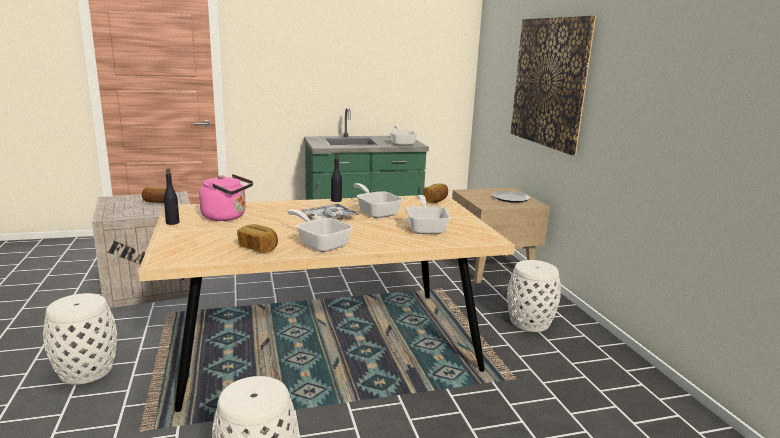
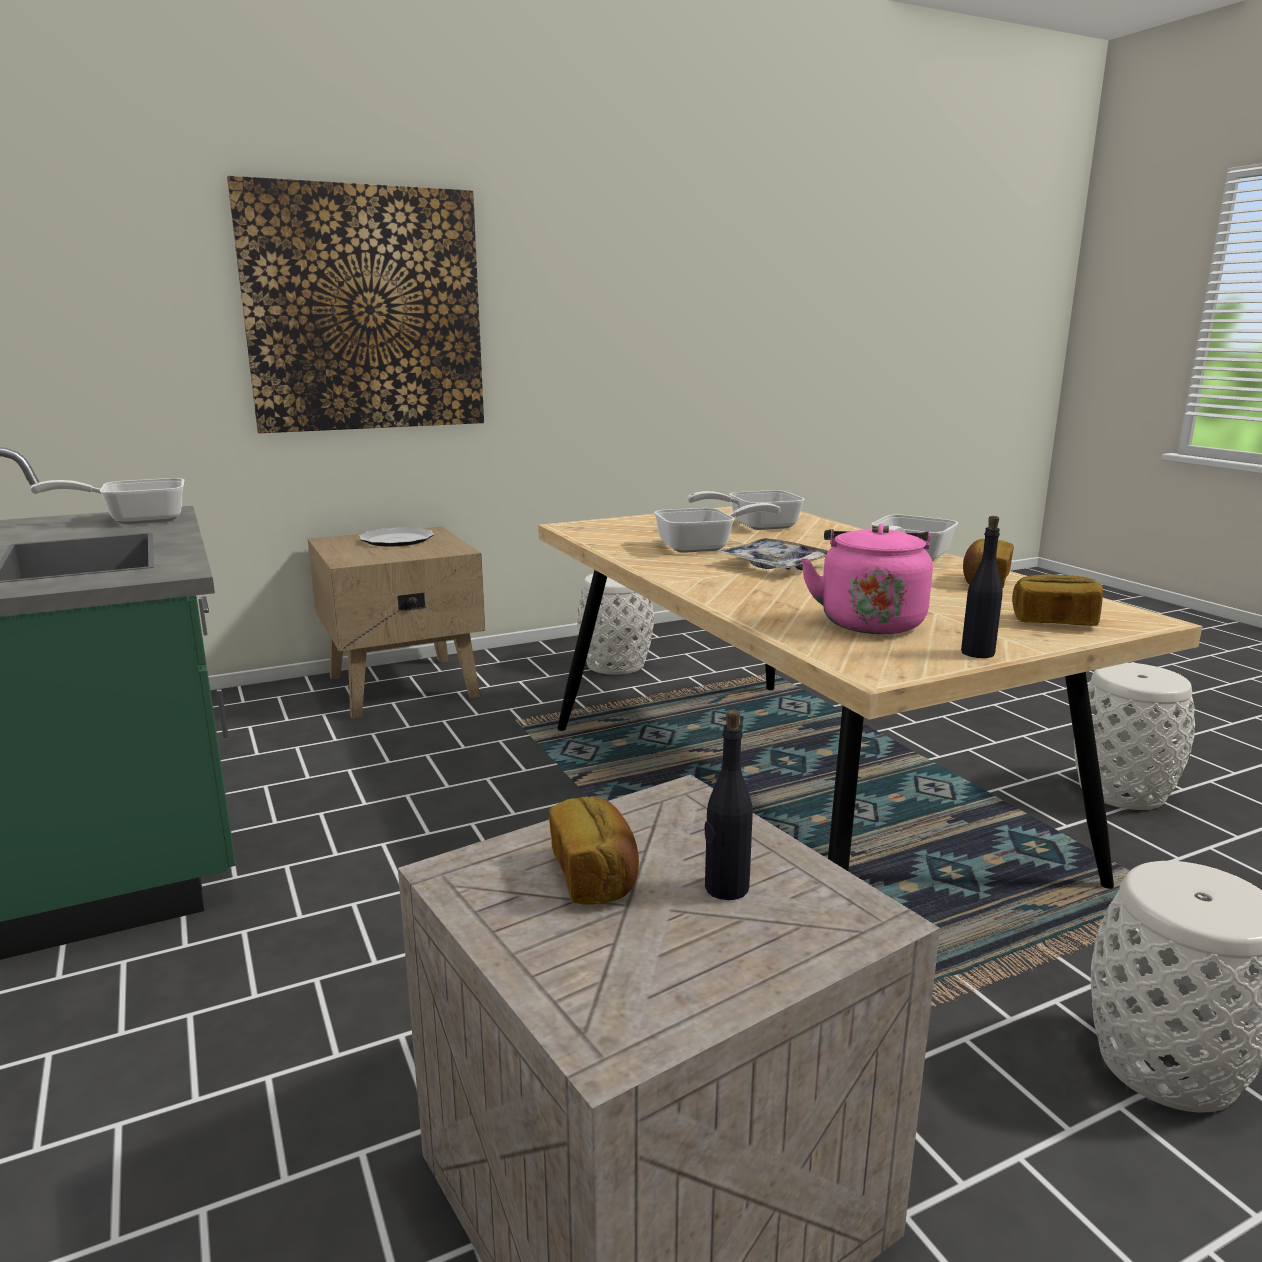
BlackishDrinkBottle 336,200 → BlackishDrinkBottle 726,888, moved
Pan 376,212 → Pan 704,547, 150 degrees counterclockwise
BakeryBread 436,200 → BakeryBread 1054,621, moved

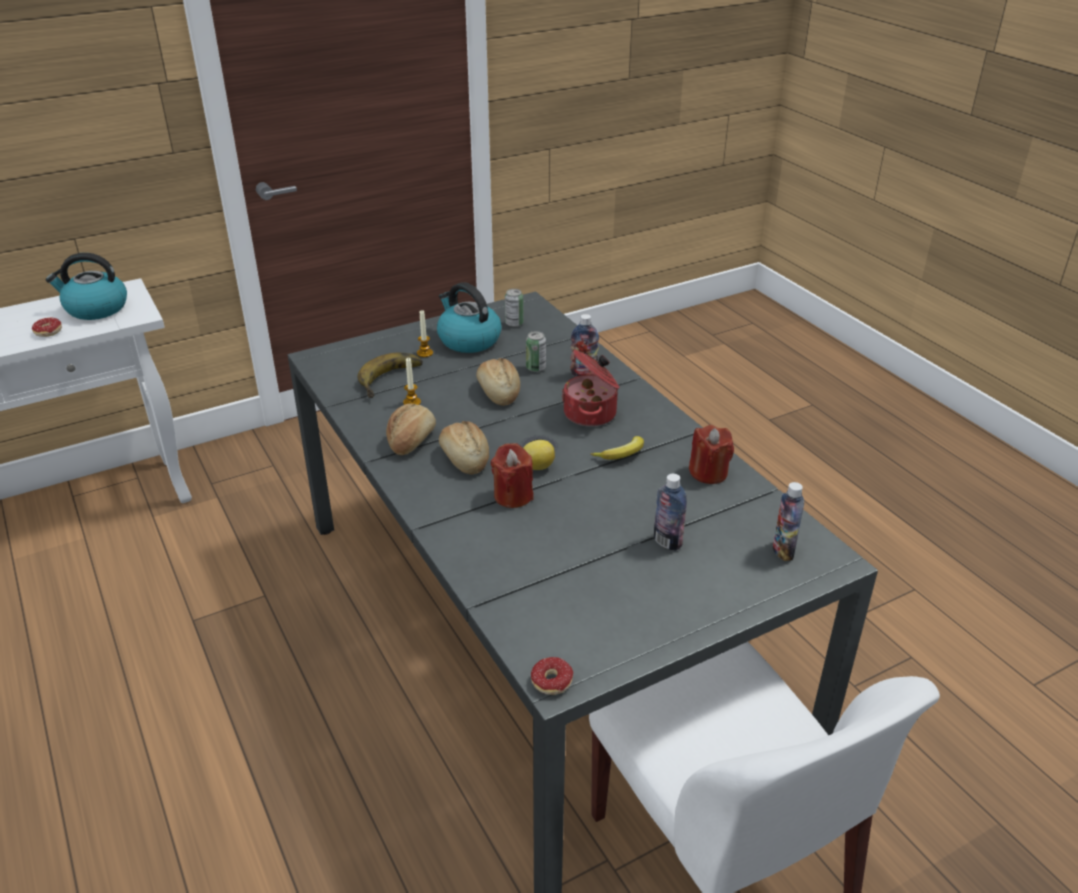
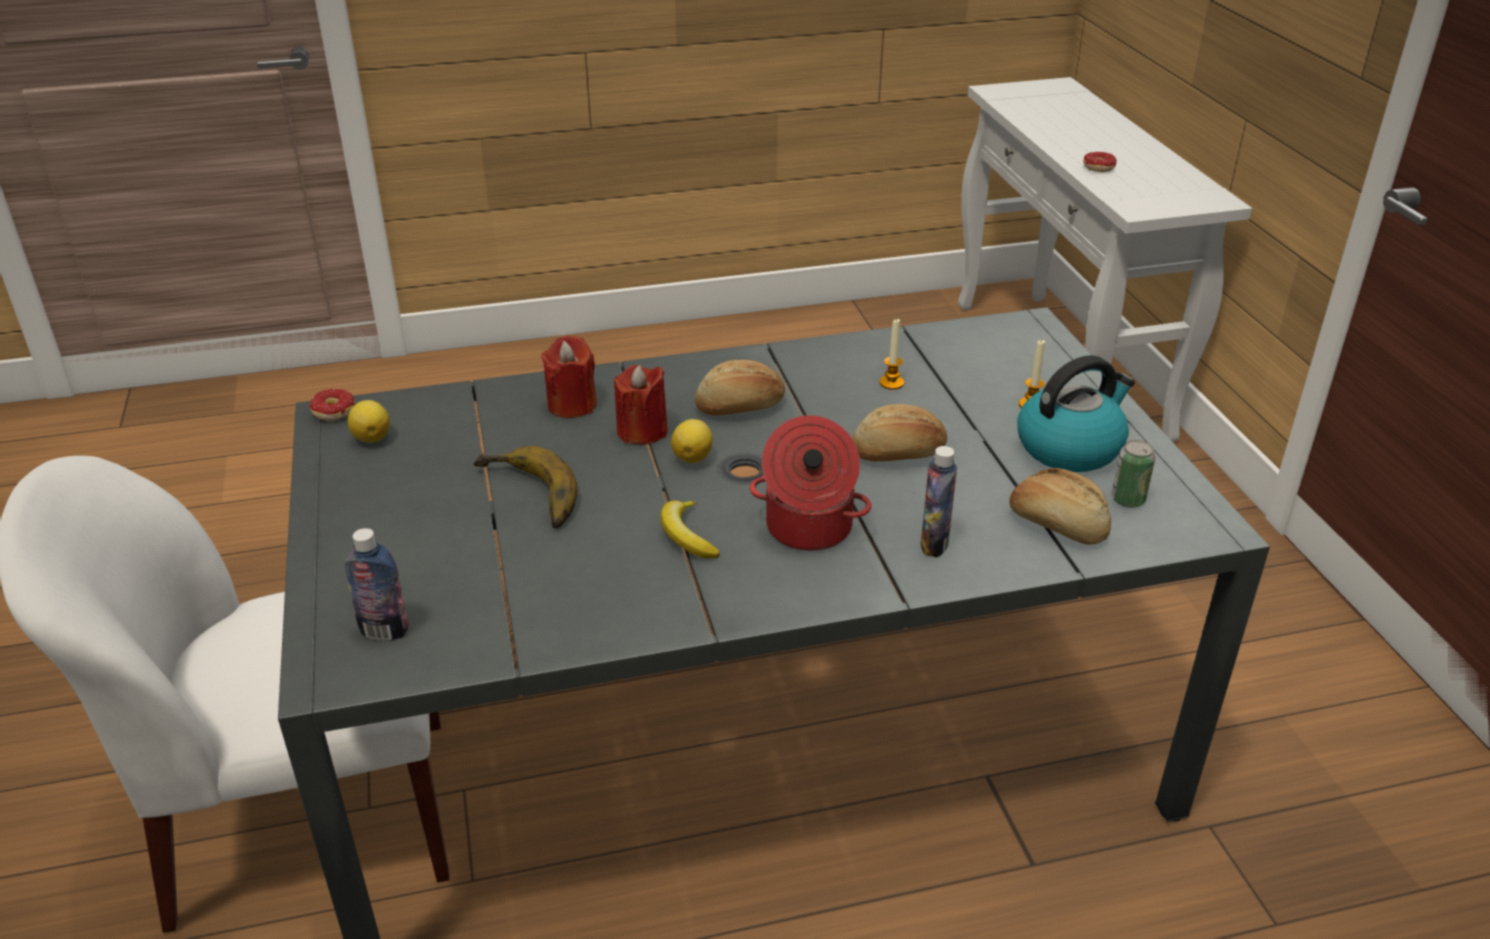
WaterKettle 95,309 → -
BananaFruit 394,380 → BananaFruit 525,497, moved
BakeryBread 411,440 → BakeryBread 1058,524, moved
MetalCan 536,368 → -
DrinkBottle 667,542 → -
RedWaxCandle 708,473 → RedWaxCandle 572,405, moved
- → WholeLemon 372,437

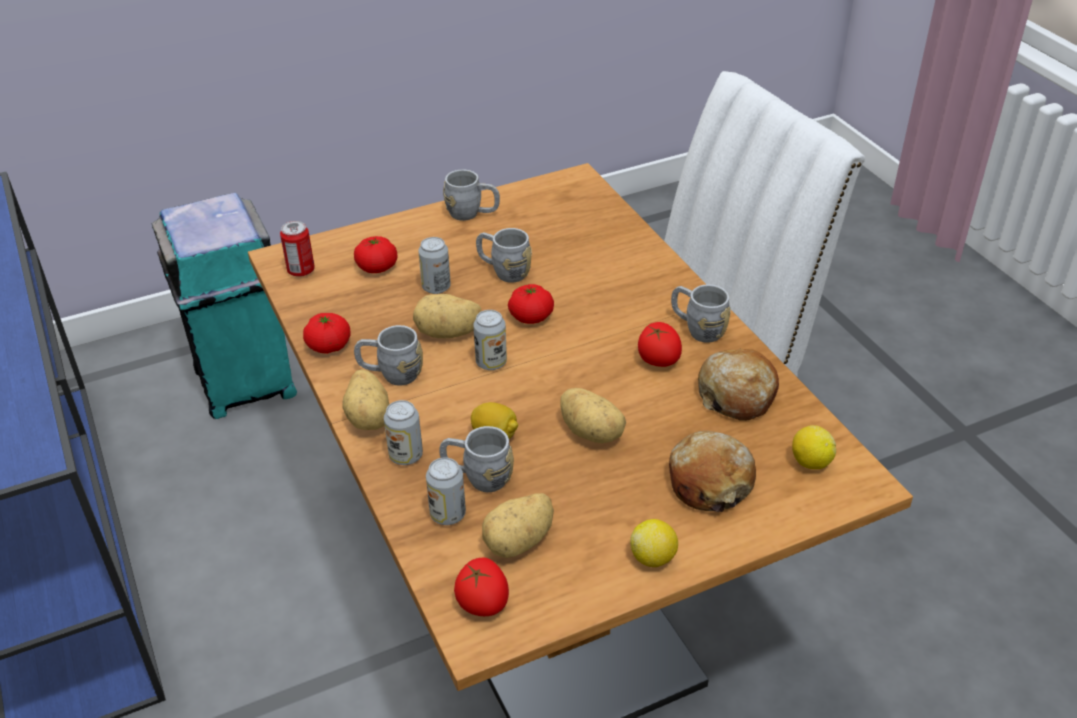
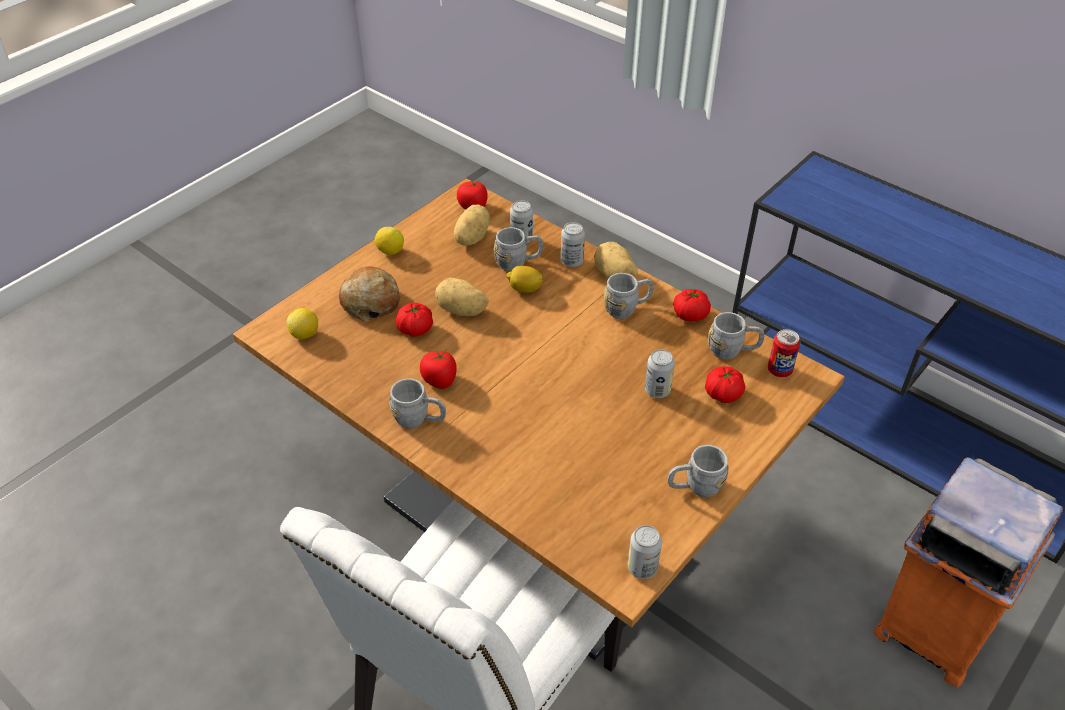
TurquoiseColouredRubbishBin 245,383 → OrangeColouredRubbishBin 932,628
Potato 448,333 → -
MetalCan 491,362 → MetalCan 642,567, moved
GrayCoffeeMug 503,271 → GrayCoffeeMug 733,351, moved
WholeTomato 531,317 → WholeTomato 415,329, moved
BakeryBread 737,394 → -

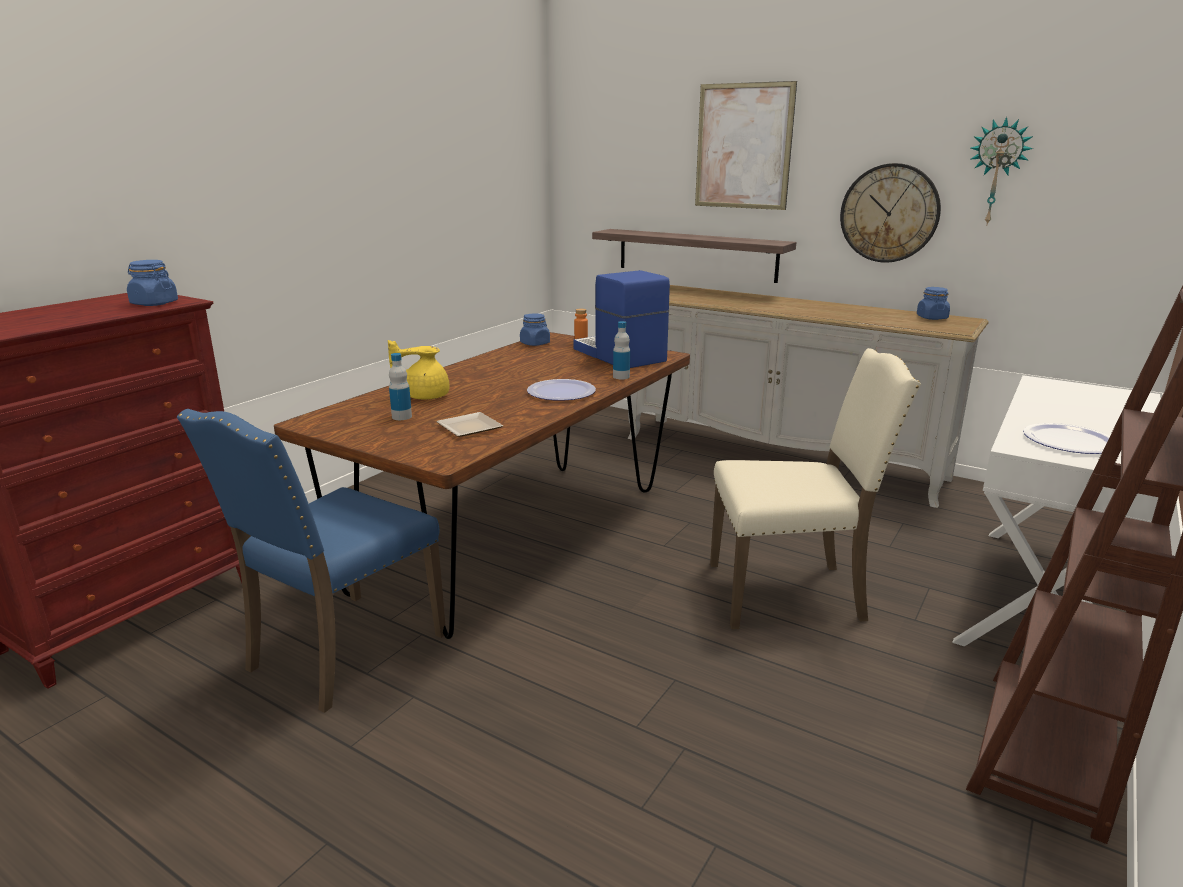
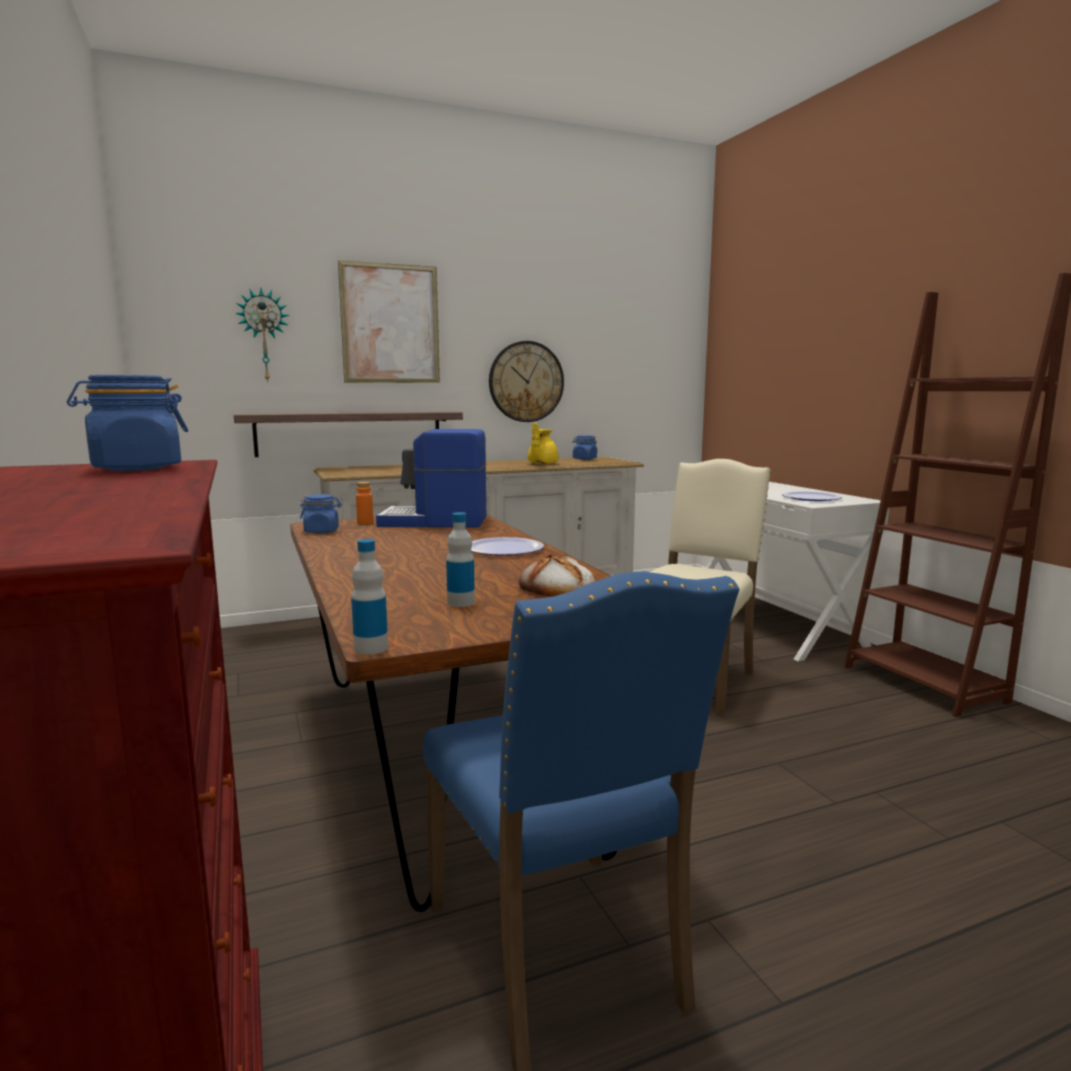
YellowPotForTea 424,396 → YellowPotForTea 541,464, moved
FlatDish 469,429 → BakeryBread 556,587
DrinkBottle 621,377 → DrinkBottle 371,648, moved
WallClock 997,172 → WallClock 264,335, moved

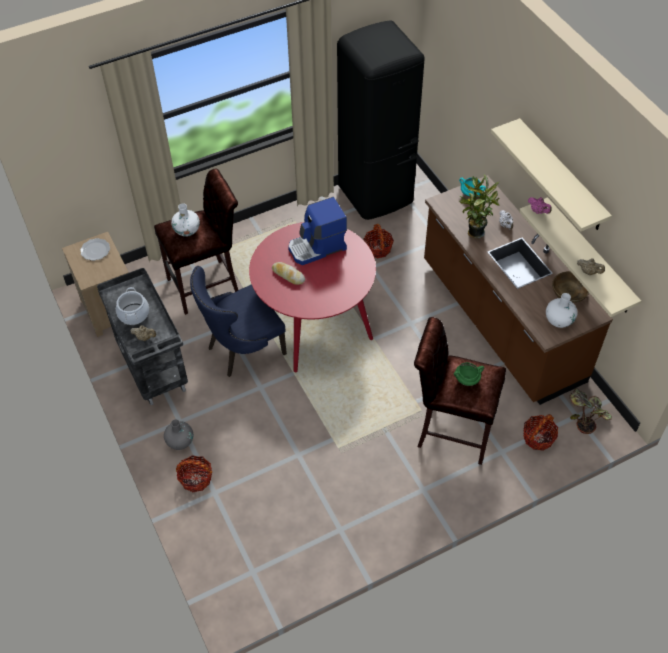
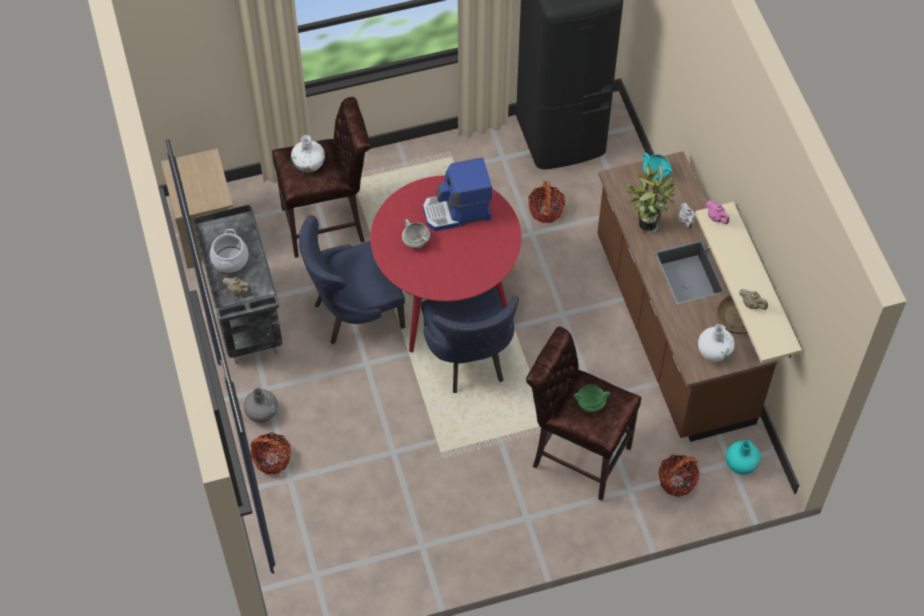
FlatDish 96,250 → -
BakeryBread 288,275 → WhiteColouredCookingPot 415,241
BeigeColouredShelf 561,176 → -
PlantInAPot 585,415 → TurquoiseColouredFlowerVase 740,464
- → BluePlainChair 469,359

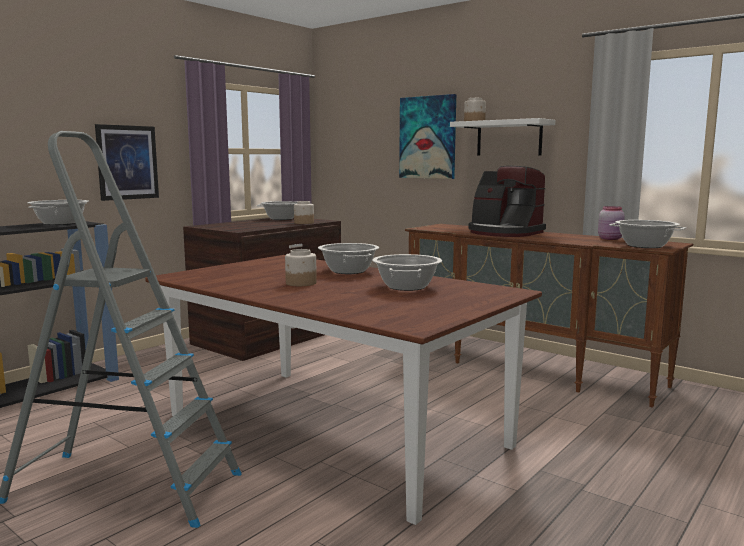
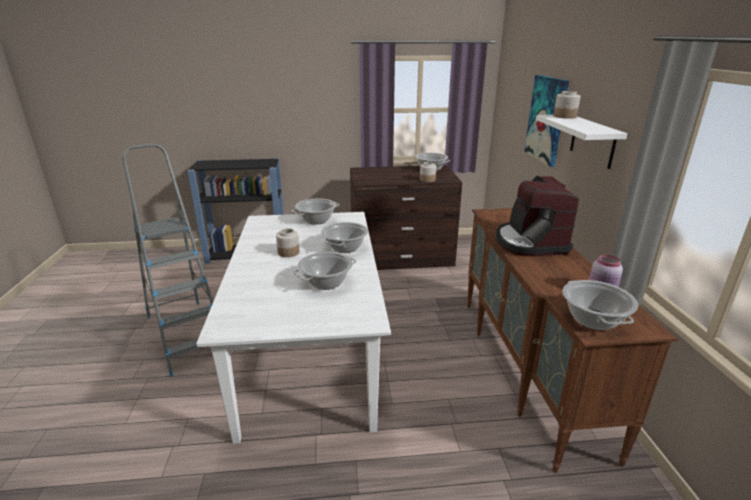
CookingPot 60,223 → CookingPot 316,220, moved
WallArt 127,162 → -
BrownishKitchenTable 335,430 → WhiteColouredKitchenTable 310,351

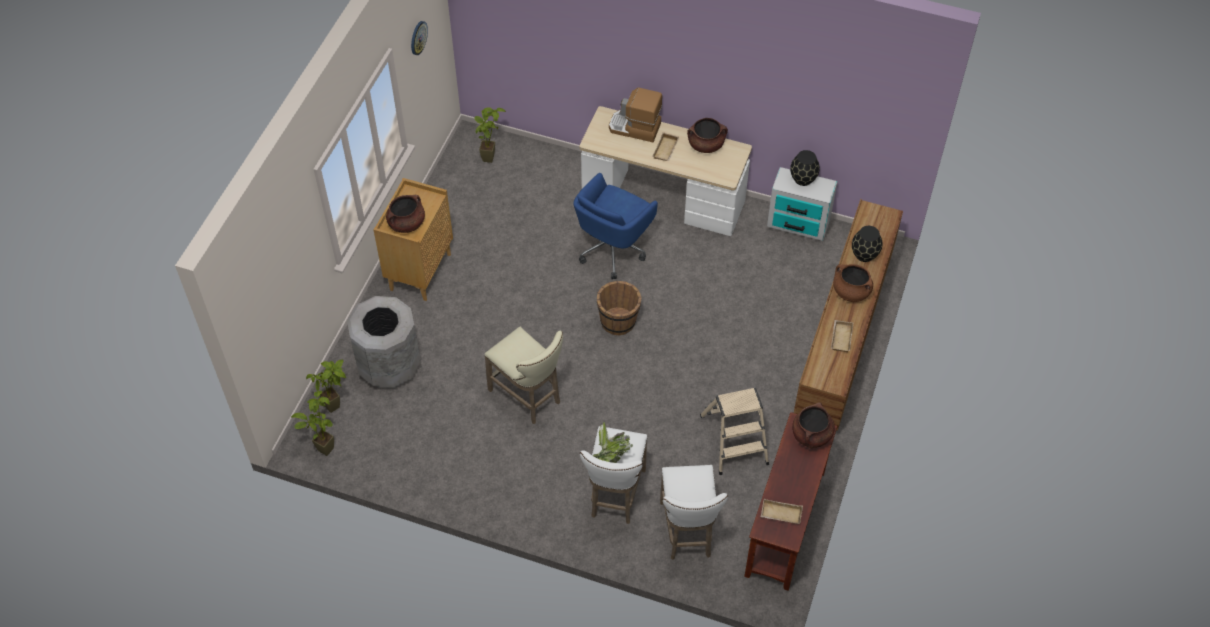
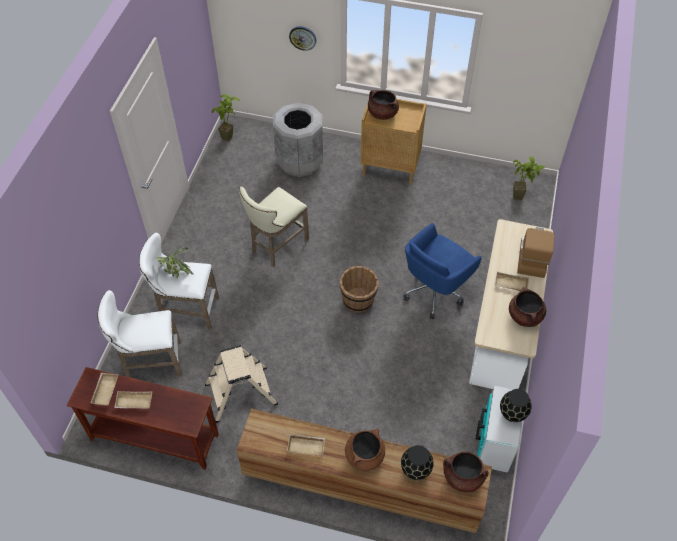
PlantInAPot 338,405 → -
WallClock 418,37 → WallClock 303,37, moved
BlueOfficeChair 613,250 → BlueOfficeChair 435,292, 75 degrees counterclockwise
BrownishCookingPot 811,435 → BrownishCookingPot 463,477, moved
- → BeigeColouredServingTray 133,402

